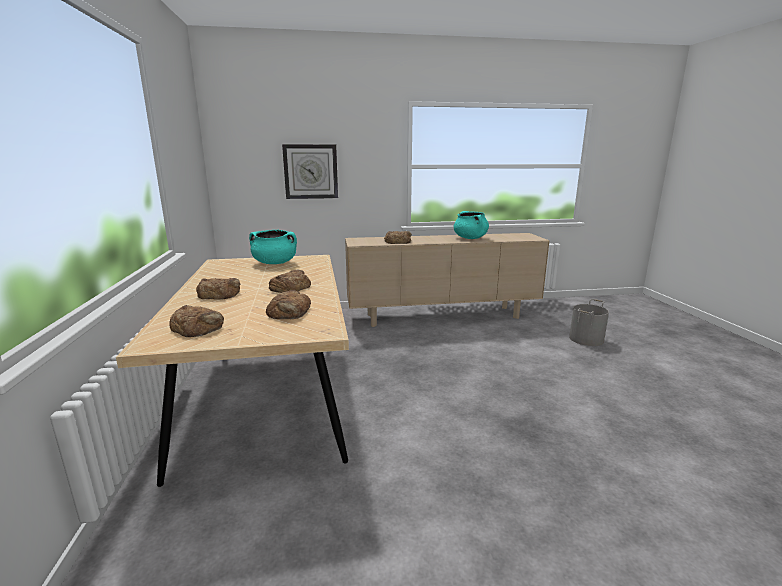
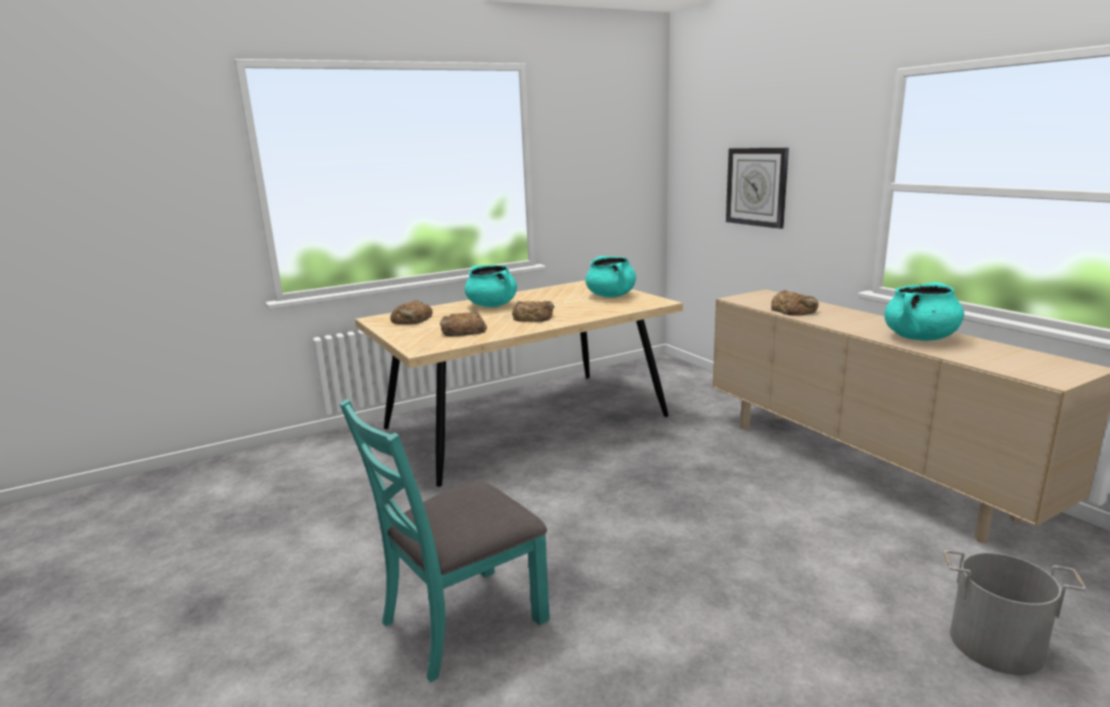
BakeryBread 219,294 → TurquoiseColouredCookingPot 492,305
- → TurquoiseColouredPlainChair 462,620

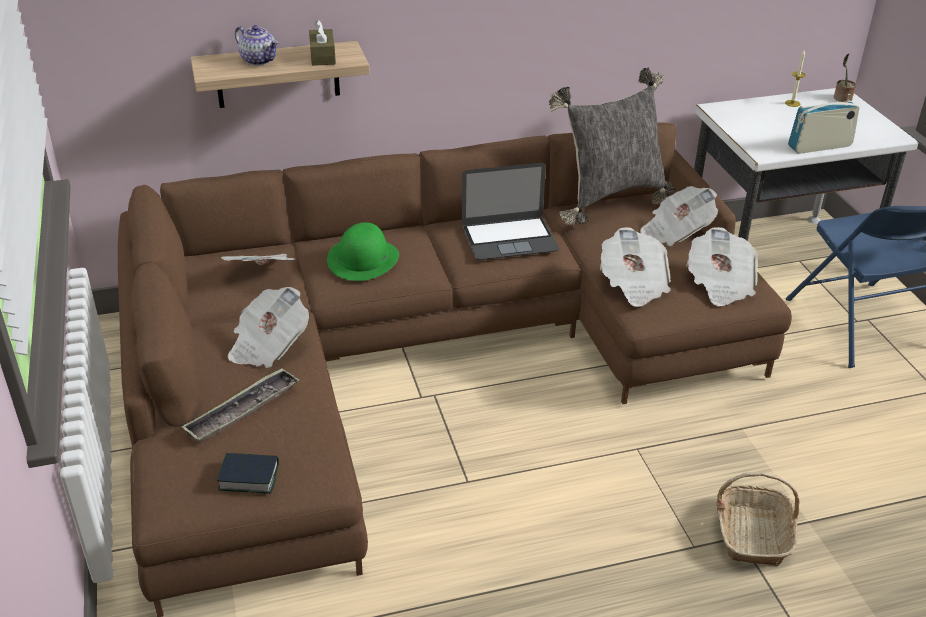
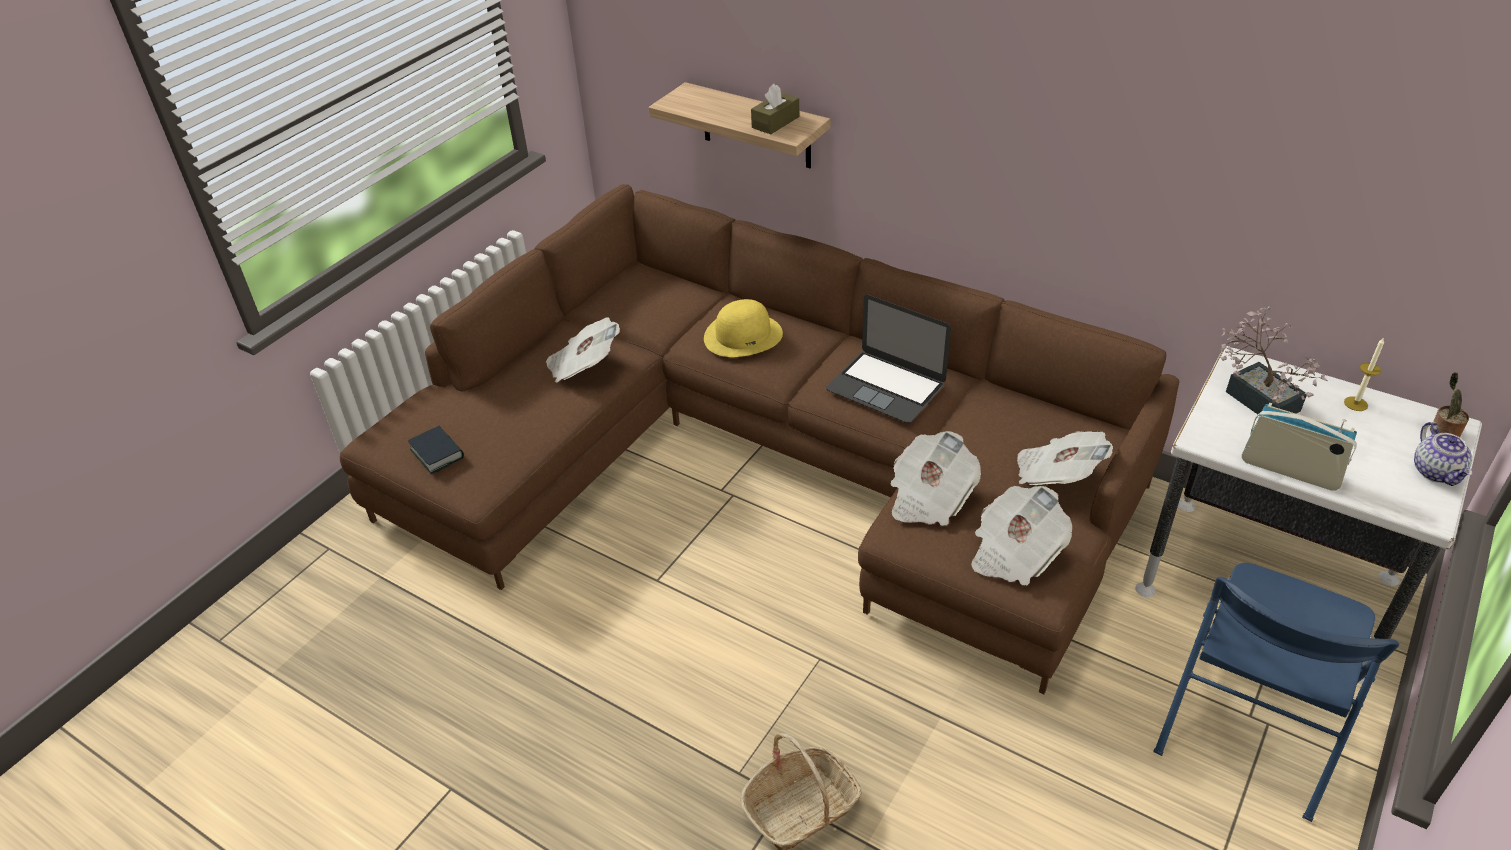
ServingTray 242,410 → -
DailyPaper 263,274 → -
PotForTea 259,60 → PotForTea 1436,472, moved
GreenClothingHat 363,259 → YellowClothingHat 743,335
Cushion 607,205 → -
- → PlantInAPot 1256,396

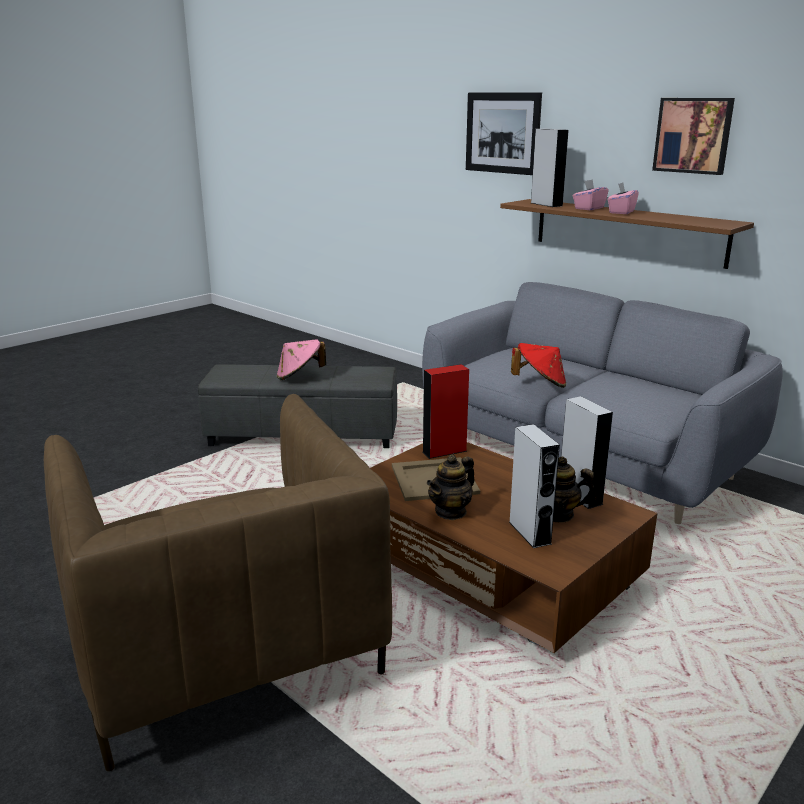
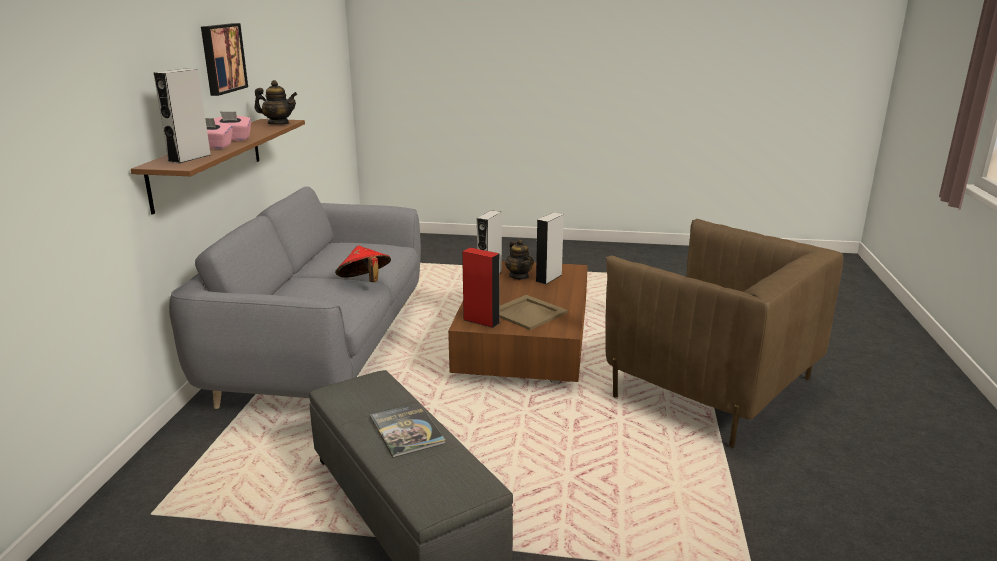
BrownishEasyChair 227,650 → BrownishEasyChair 710,386, 105 degrees clockwise
PinkClothingHat 299,376 → BoundBook 406,430
PotForTea 451,511 → PotForTea 278,124, moved
WallArt 502,133 → -

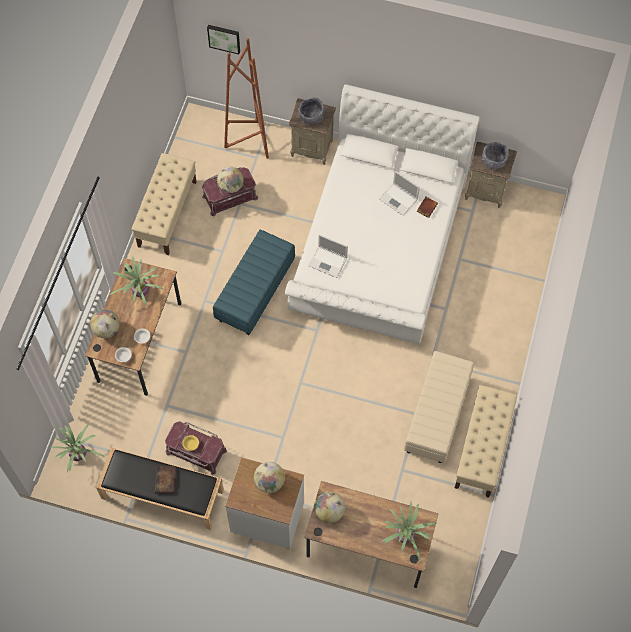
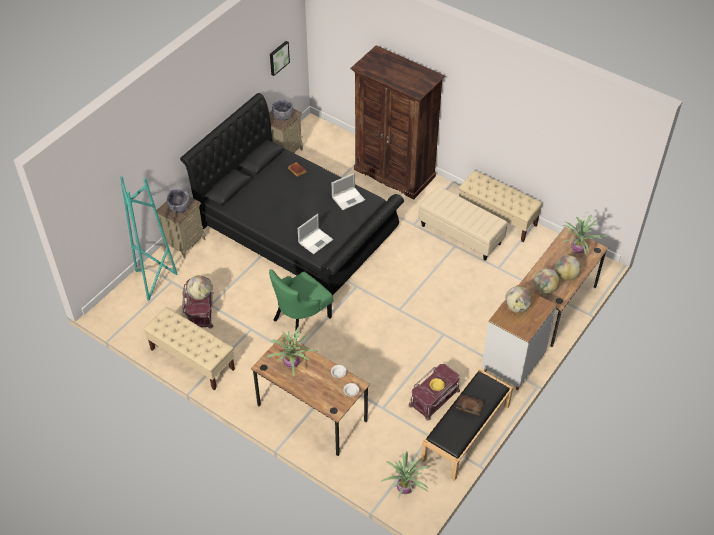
WorldGlobe 107,329 → WorldGlobe 566,275, moved
WallArt 224,38 → WallArt 278,57, moved
BluePouffe 255,292 → GreenPlainChair 302,317
BrownishGarmentRack 250,142 → TurquoiseColouredGarmentRack 154,281
WhiteColouredBedroomBed 378,243 → BlackishBedroomBed 296,226
PortableComputer 399,199 → PortableComputer 349,198, moved
- → BrownishArmoire 394,173

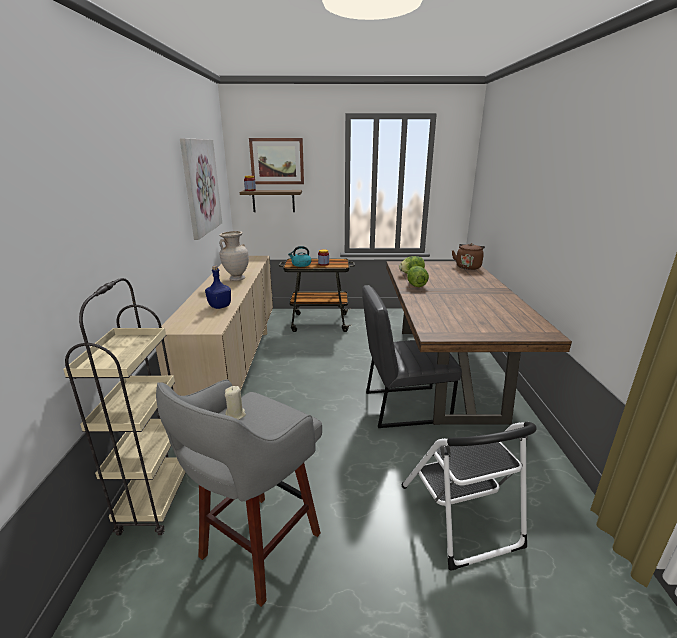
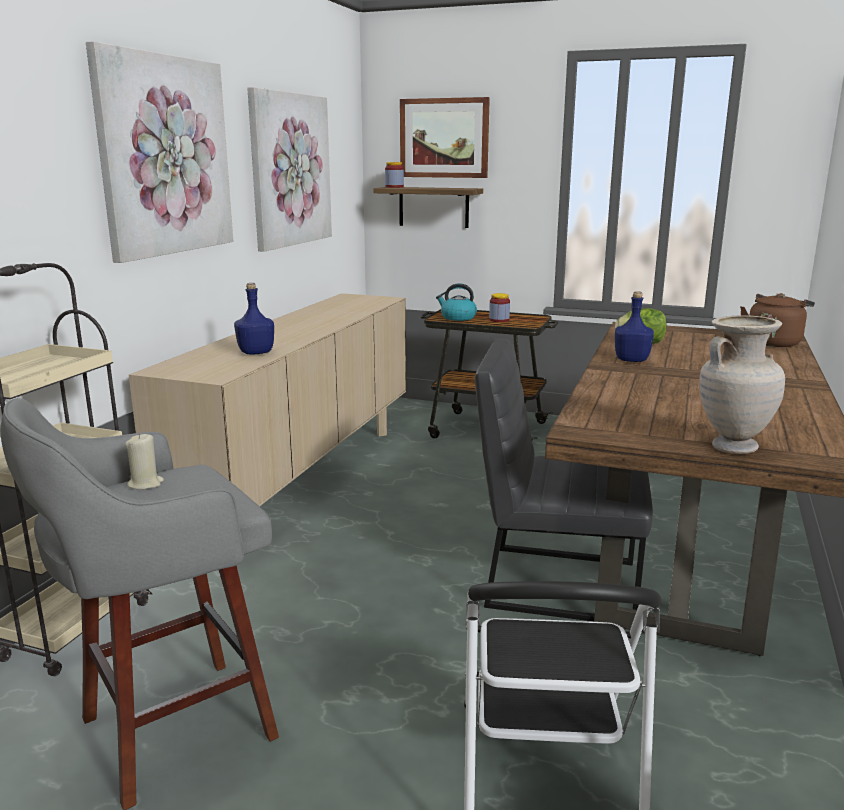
BeigeColouredFlowerVase 236,279 → BeigeColouredFlowerVase 732,447, moved
Lettuce 416,285 → BlueDrinkBottle 630,360
- → WallArt 165,156

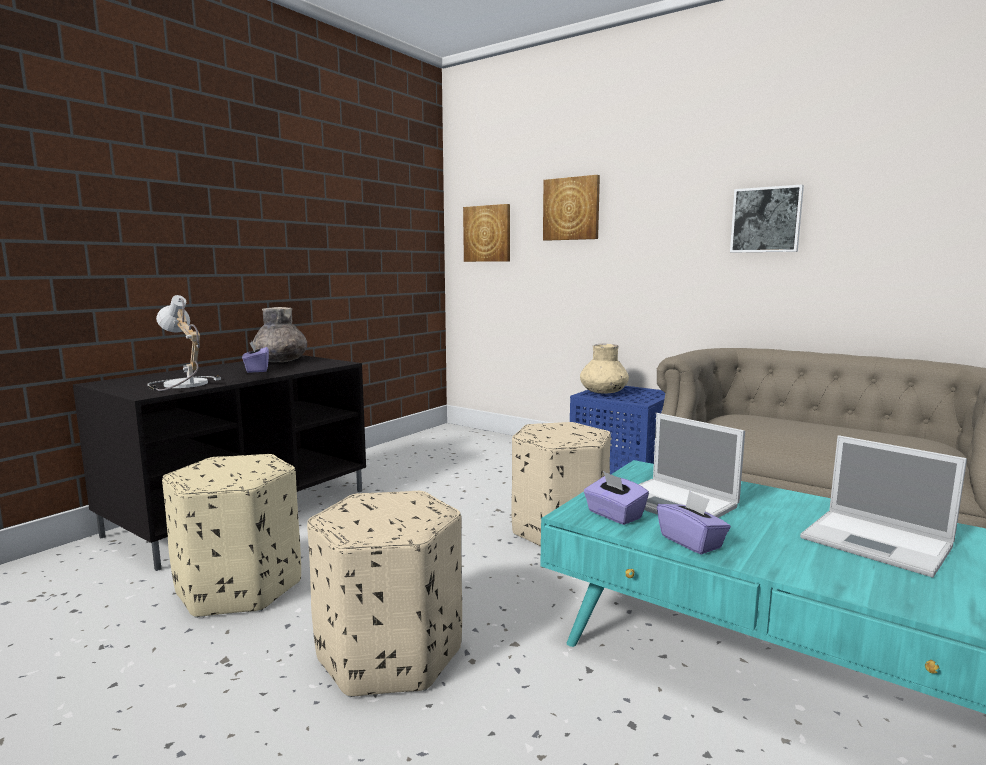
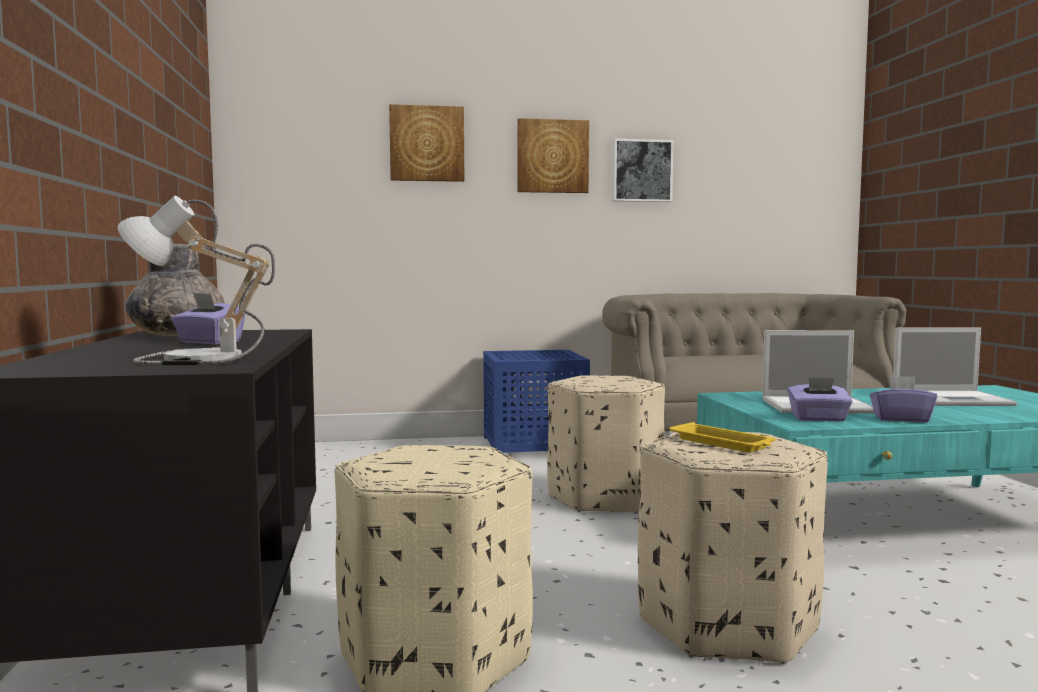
WallArt 487,233 → WallArt 552,156, moved
BeigeColouredFlowerVase 603,392 → -
- → YellowServingTray 722,443

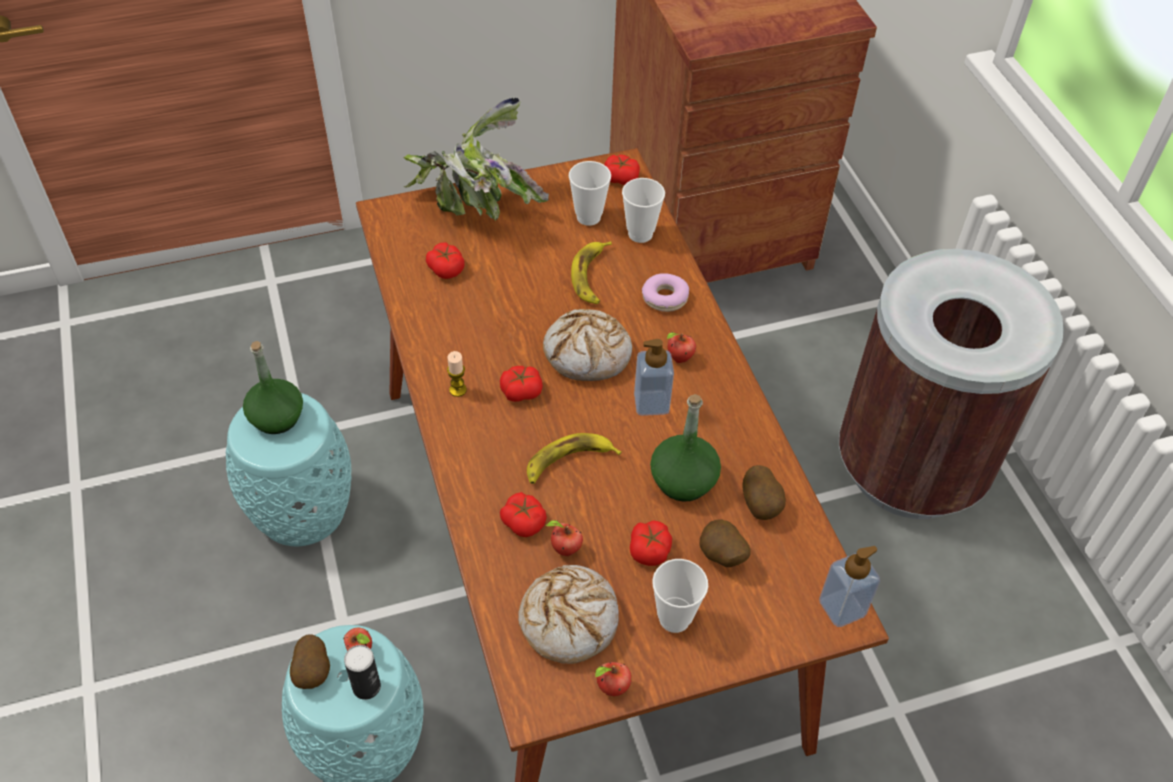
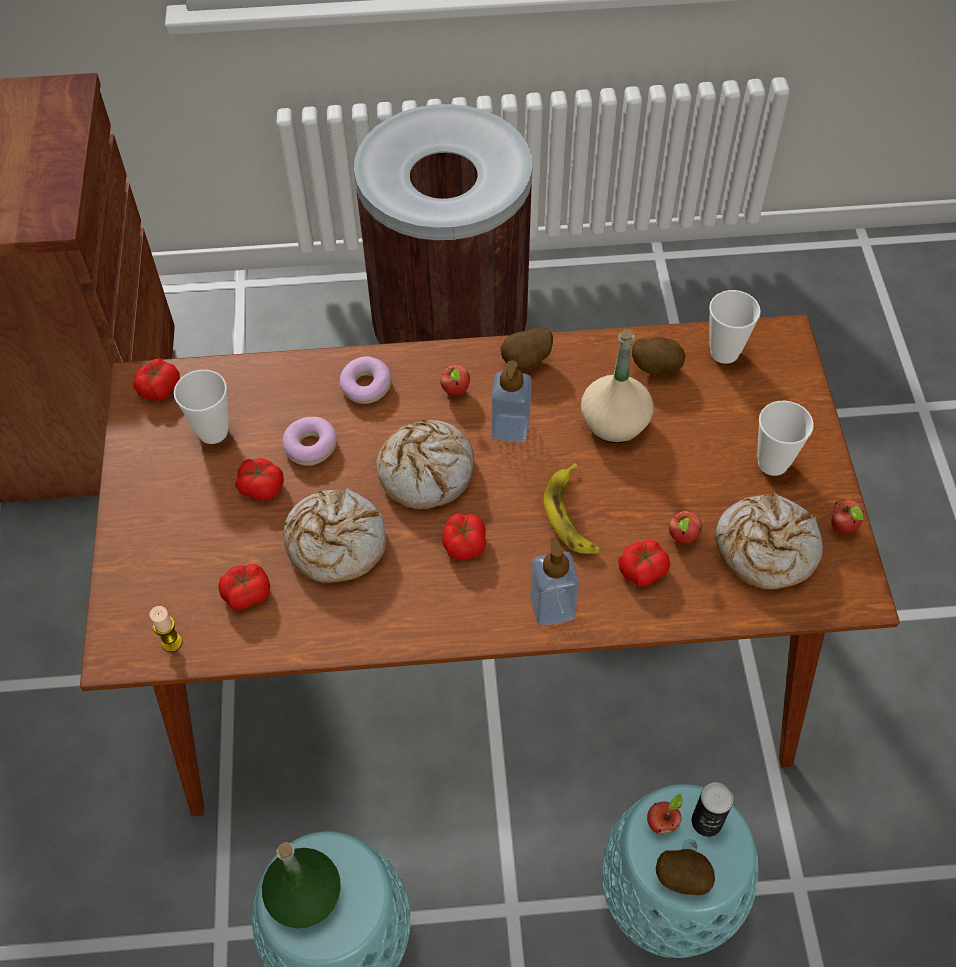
PlantInAPot 473,208 → -
WaxCandle 457,390 → WaxCandle 172,642, moved
BananaFruit 592,276 → Doughnut 311,446
Cup 640,234 → Cup 724,352, moved
WholeTomato 650,550 → WholeTomato 261,486, moved
GreenDrinkBottle 683,480 → BeigeColouredDrinkBottle 614,422
Potato 721,557 → Potato 527,363, moved
SoapDispenser 842,608 → SoapDispenser 552,607, moved
- → BakeryBread 335,543

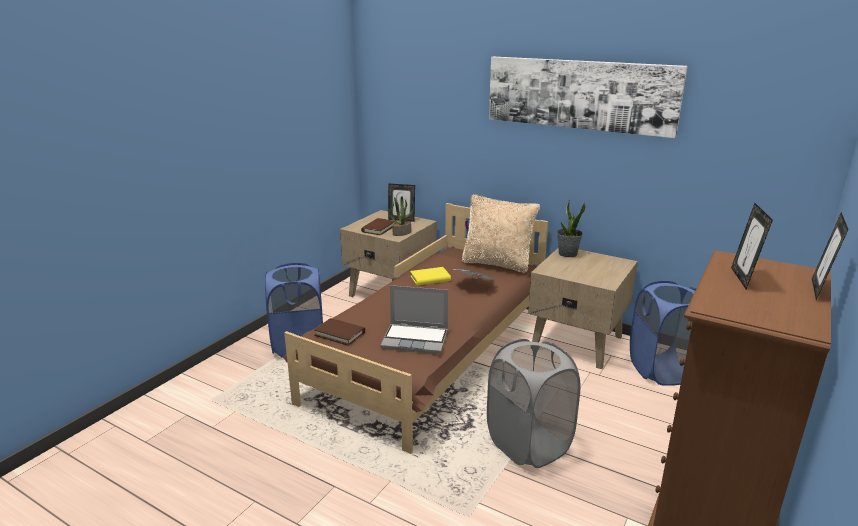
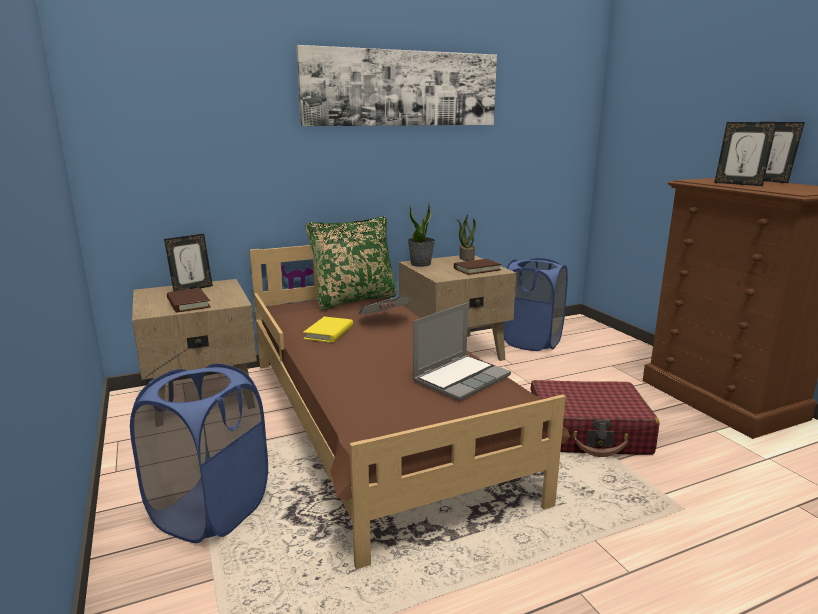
BrownishBoundBook 340,334 → BrownishBoundBook 477,269, moved
PlantInAPot 402,233 → PlantInAPot 466,258, moved
BeigeColouredCushion 497,265 → GreenCushion 355,301
GrayHamper 528,444 → RedTravelCase 588,433

